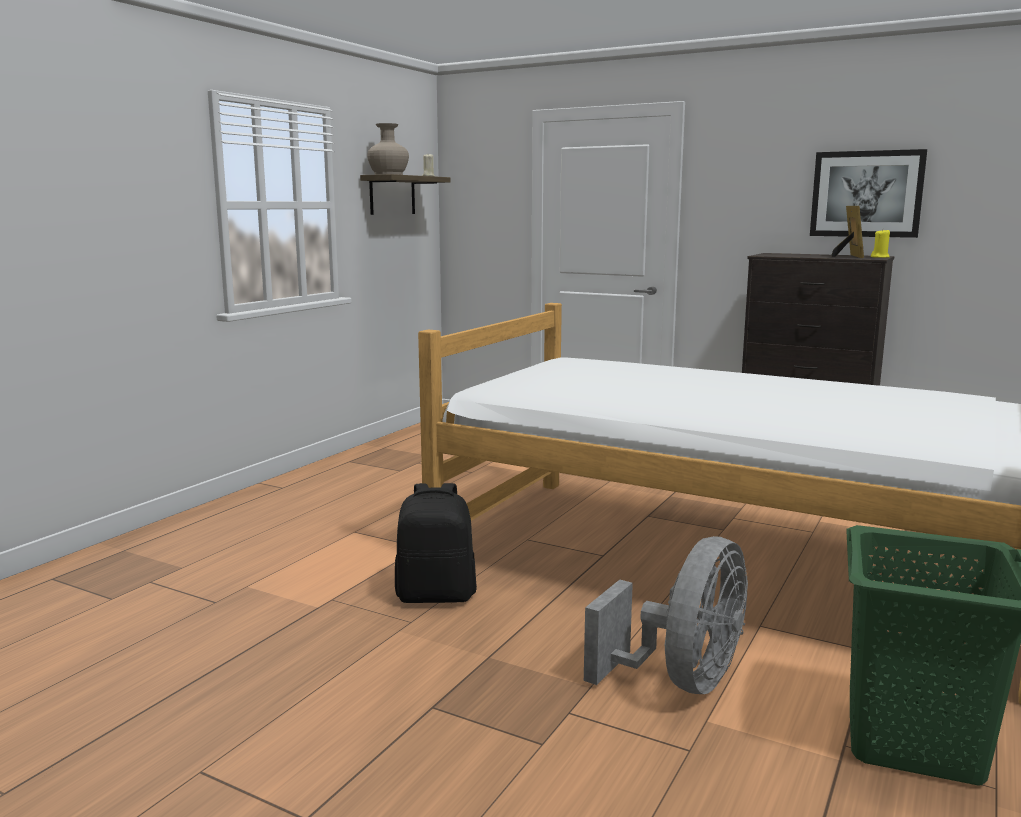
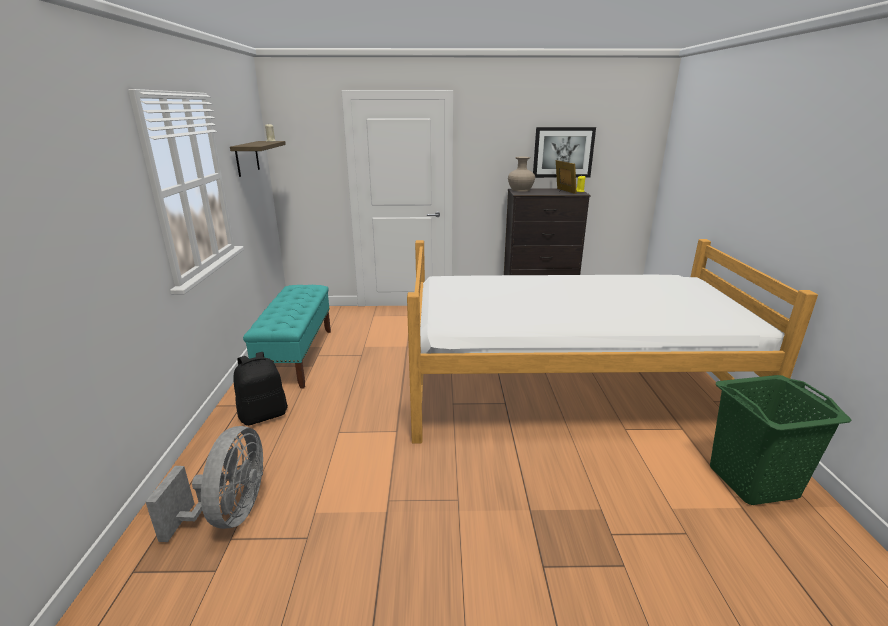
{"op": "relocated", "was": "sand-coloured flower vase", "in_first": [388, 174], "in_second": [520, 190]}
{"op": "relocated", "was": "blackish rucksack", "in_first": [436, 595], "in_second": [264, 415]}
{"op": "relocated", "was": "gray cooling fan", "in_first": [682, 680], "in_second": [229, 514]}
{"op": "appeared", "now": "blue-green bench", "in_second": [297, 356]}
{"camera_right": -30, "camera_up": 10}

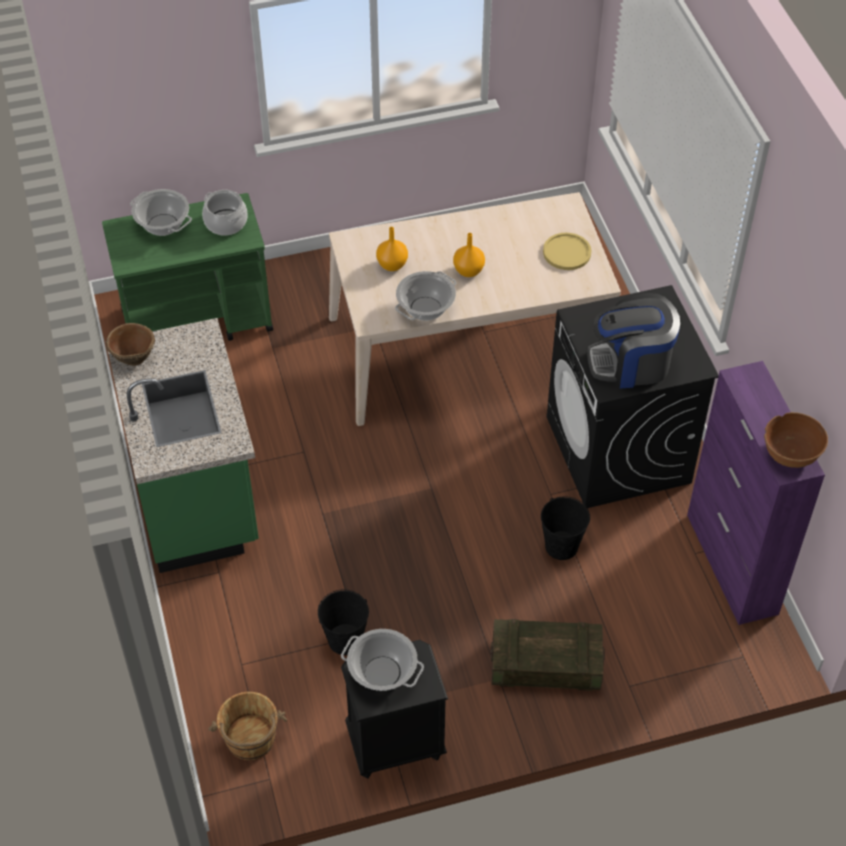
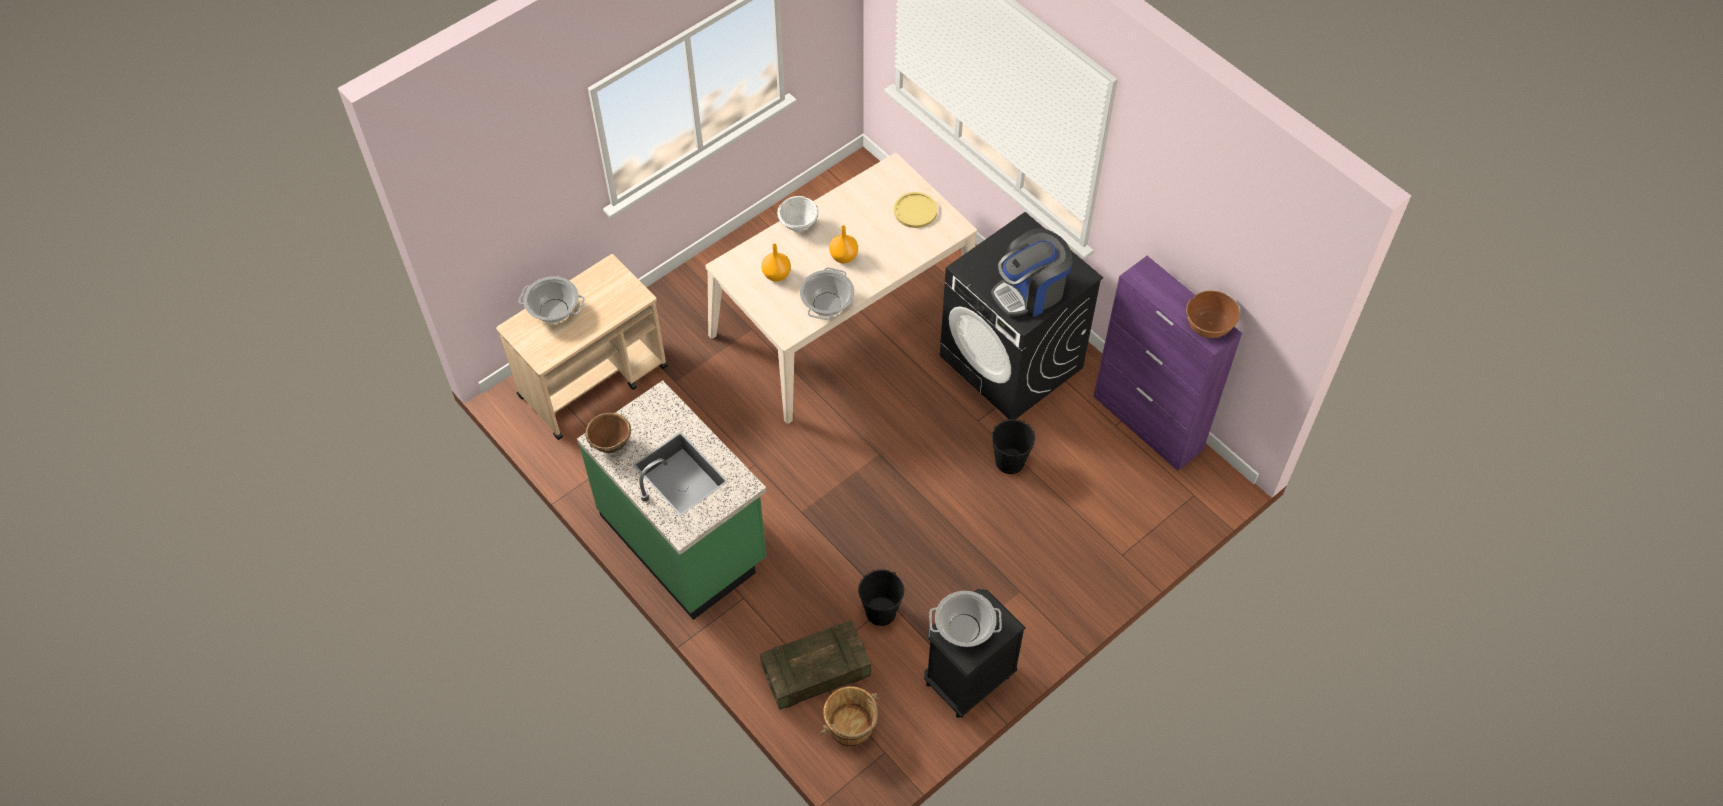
{"op": "colour", "was": "green-coloured trolley", "now": "sand-coloured trolley", "in_first": [198, 320], "in_second": [594, 381]}
{"op": "missing", "was": "cooking pot", "in_first": [226, 222]}
{"op": "relocated", "was": "packing crate", "in_first": [545, 664], "in_second": [816, 672]}
{"op": "appeared", "now": "whitish deep dish", "in_second": [798, 225]}
{"camera_right": -25, "camera_up": 5}

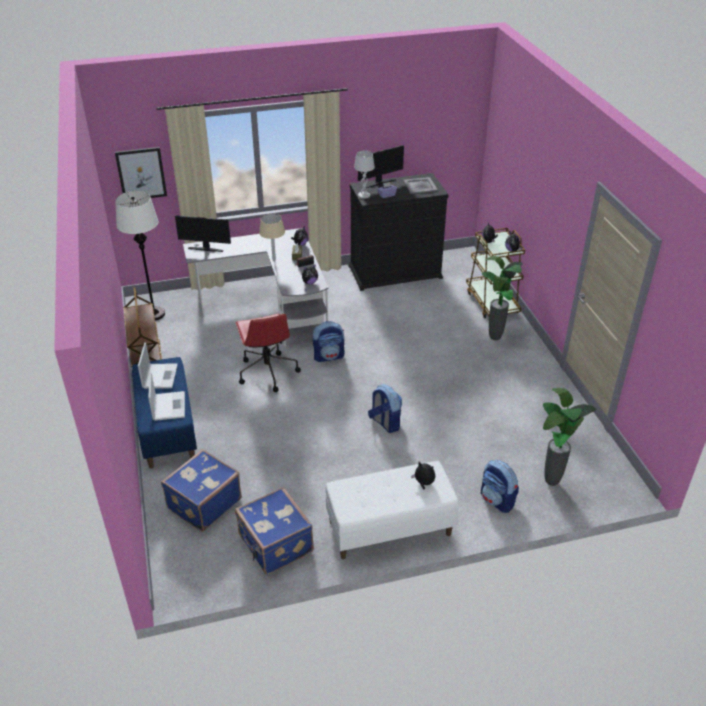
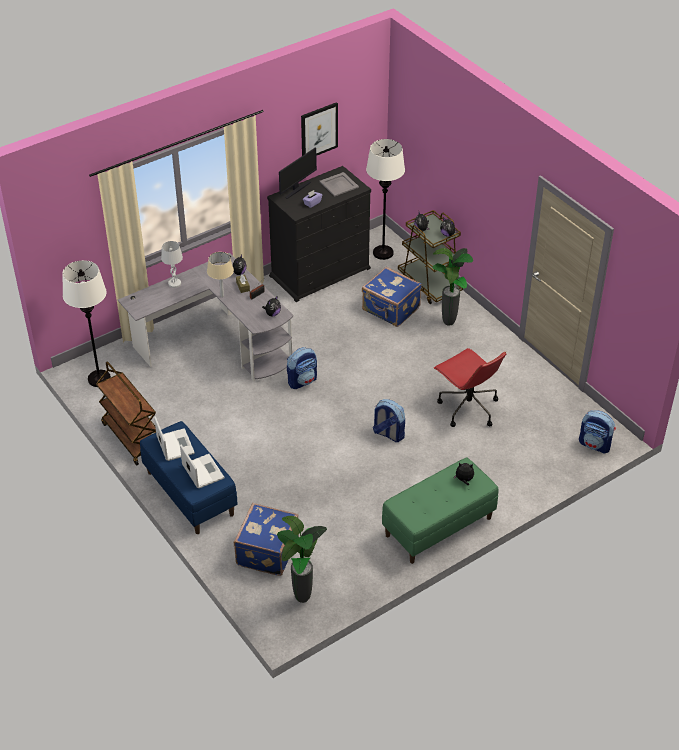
{"op": "relocated", "was": "wall picture", "in_first": [141, 173], "in_second": [319, 131]}
{"op": "missing", "was": "computer display", "in_first": [206, 249]}
{"op": "relocated", "was": "red-coloured computer chair", "in_first": [267, 372], "in_second": [467, 408]}
{"op": "relocated", "was": "blue suitcase", "in_first": [275, 545], "in_second": [390, 310]}
{"op": "colour", "was": "whitish bench", "now": "green-coloured bench", "in_first": [389, 528], "in_second": [438, 527]}
{"op": "relocated", "was": "whitish lamp for a table", "in_first": [364, 195], "in_second": [174, 283]}
{"op": "relocated", "was": "rucksack", "in_first": [497, 500], "in_second": [595, 444]}
{"op": "relocated", "was": "potted plant", "in_first": [551, 483], "in_second": [302, 600]}
{"op": "appeared", "now": "whitish standing lamp", "in_second": [383, 253]}
{"camera_right": -20, "camera_up": 5}

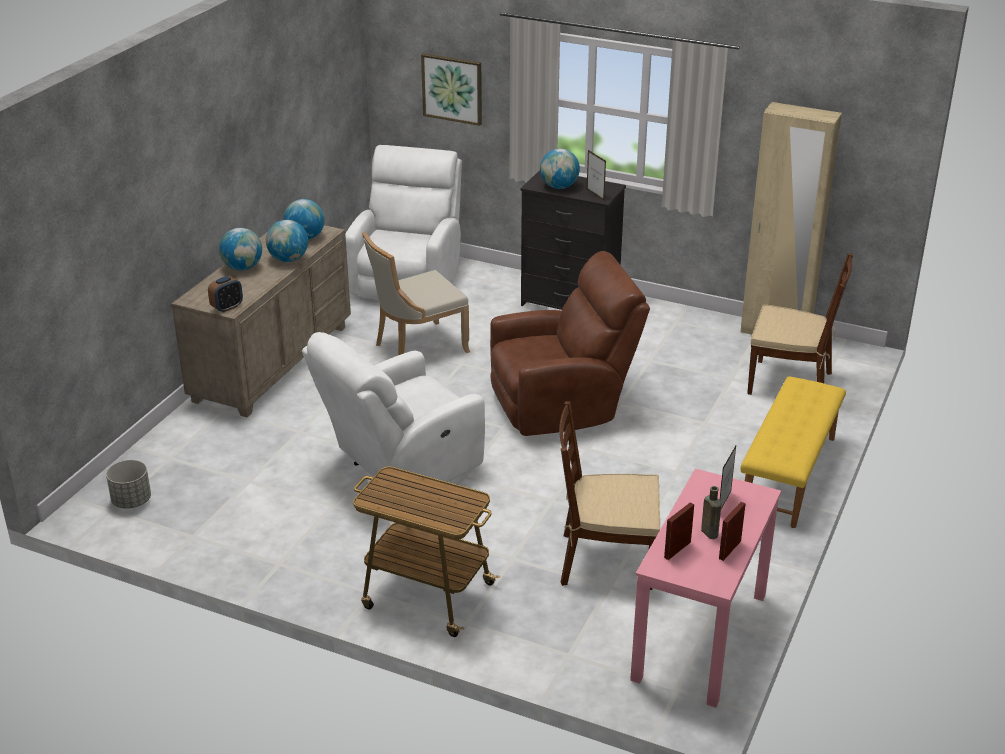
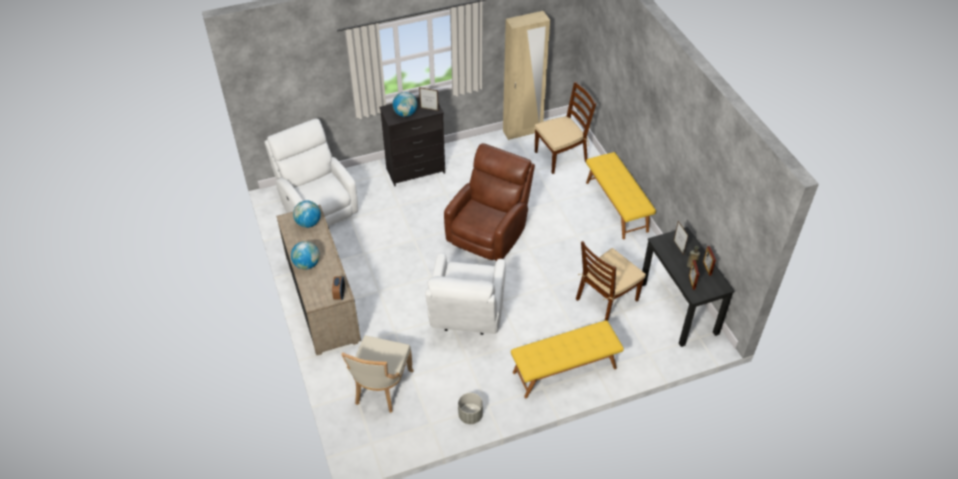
{"op": "relocated", "was": "gray plant pot", "in_first": [132, 501], "in_second": [470, 415]}
{"op": "missing", "was": "desk globe", "in_first": [288, 259]}
{"op": "exchanged", "was": "trolley", "now": "yellowish bench", "in_first": [426, 595], "in_second": [565, 370]}
{"op": "relocated", "was": "sand-coloured chair", "in_first": [417, 347], "in_second": [381, 388]}
{"op": "missing", "was": "wall picture", "in_first": [452, 88]}
{"op": "colour", "was": "pinkish desk", "now": "blackish desk", "in_first": [700, 637], "in_second": [678, 308]}
{"camera_right": -45, "camera_up": 15}

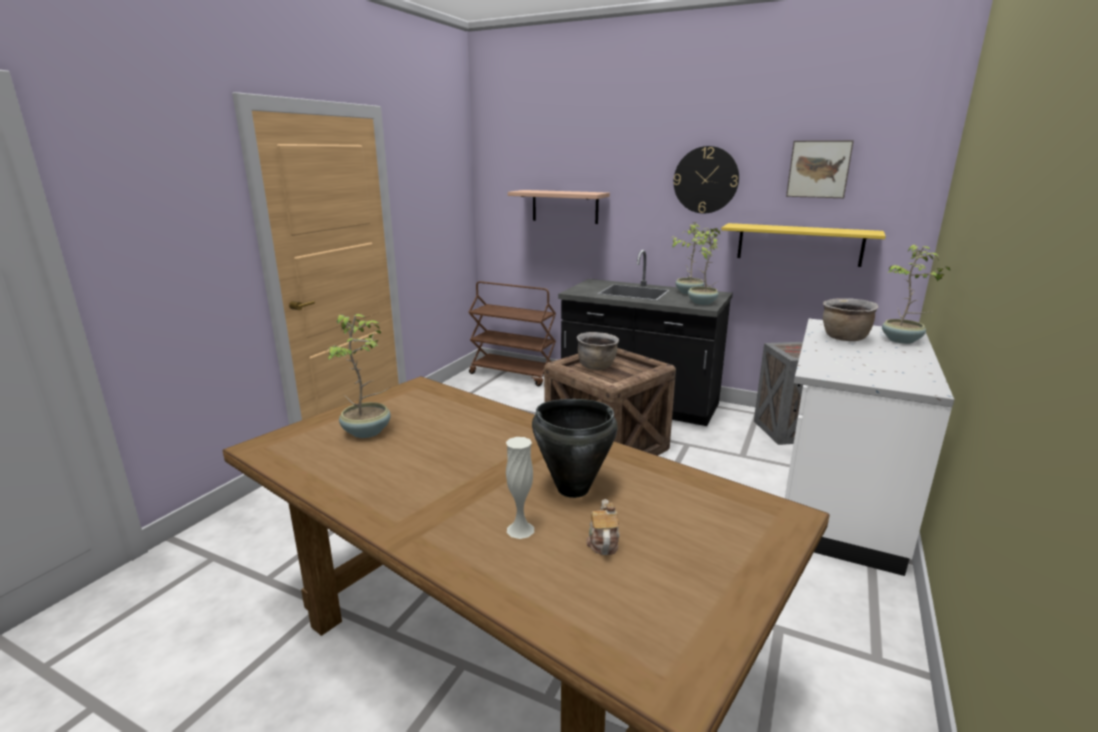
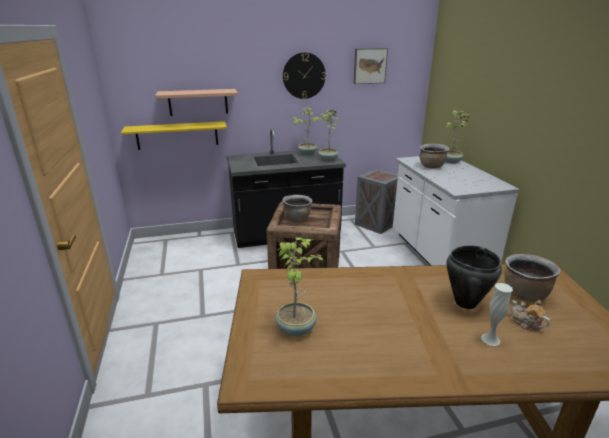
{"op": "missing", "was": "brown trolley", "in_first": [513, 374]}
{"op": "relocated", "was": "yellowish bracket shelf", "in_first": [799, 244], "in_second": [177, 135]}
{"op": "appeared", "now": "brown cooking pot", "in_second": [524, 294]}
{"camera_right": -40, "camera_up": 5}

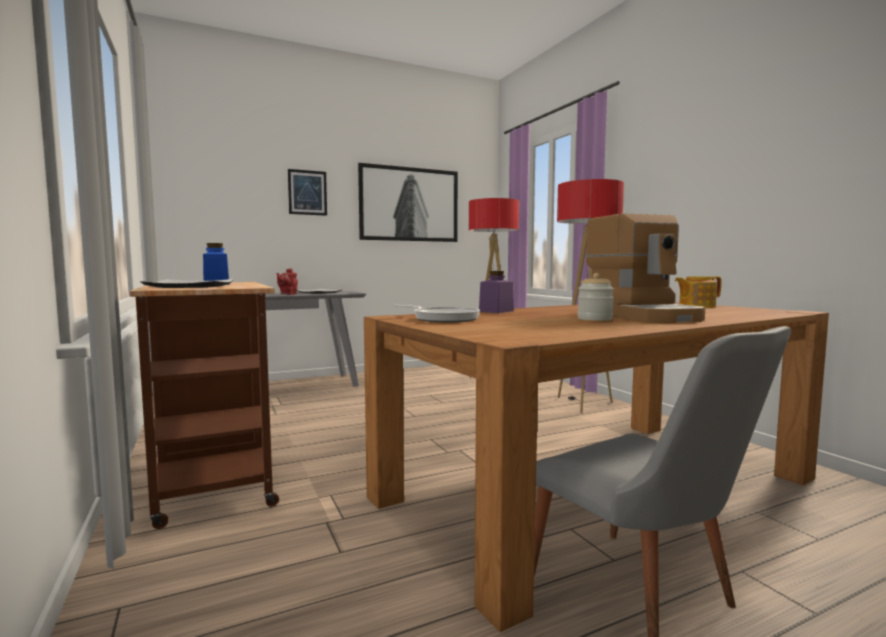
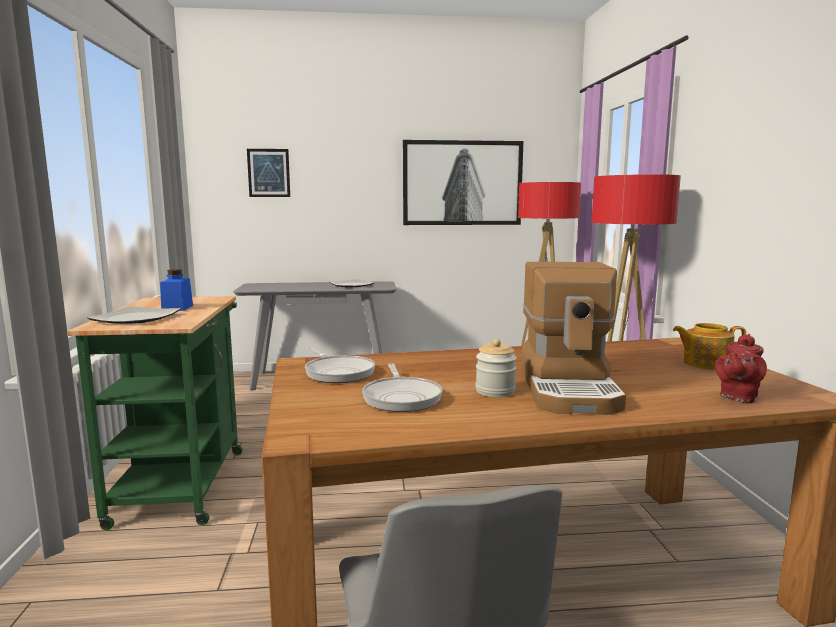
{"op": "colour", "was": "brown trolley", "now": "green-coloured trolley", "in_first": [214, 476], "in_second": [182, 481]}
{"op": "relocated", "was": "red-coloured teapot", "in_first": [287, 294], "in_second": [737, 397]}
{"op": "relocated", "was": "wall picture", "in_first": [307, 192], "in_second": [268, 173]}
{"op": "missing", "was": "purple preserve jar", "in_first": [496, 311]}
{"op": "appeared", "now": "skillet", "in_second": [402, 397]}
{"camera_right": 20, "camera_up": 5}

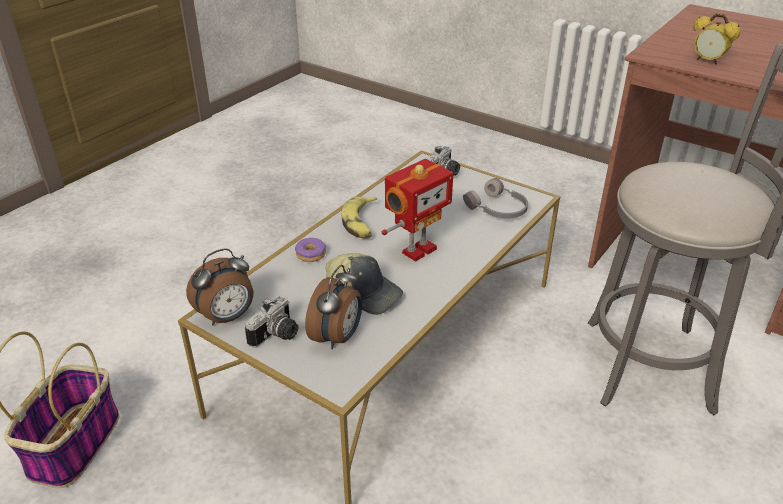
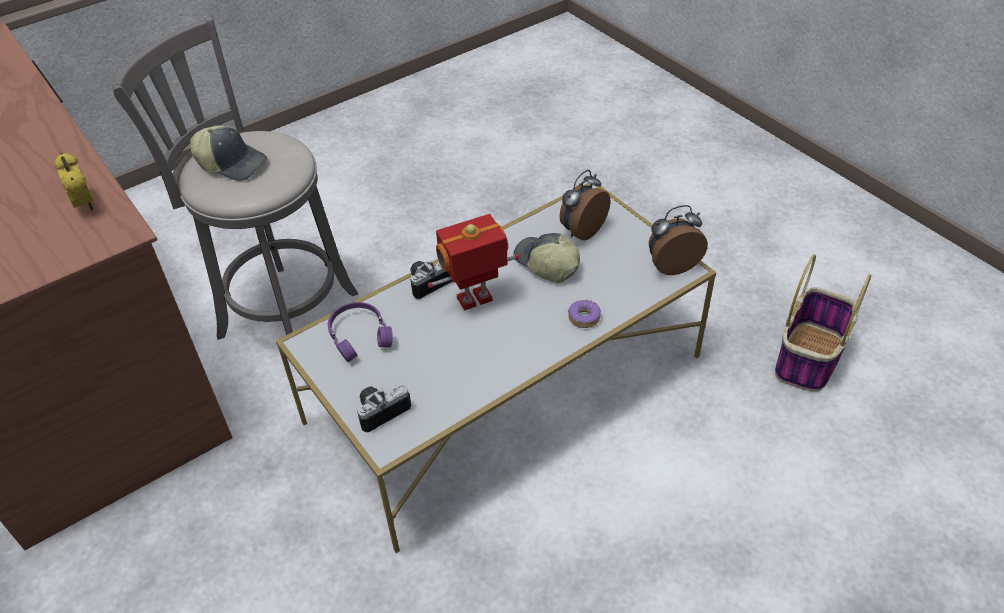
{"op": "relocated", "was": "photo camera", "in_first": [277, 336], "in_second": [429, 282]}
{"op": "missing", "was": "banana", "in_first": [361, 223]}
{"op": "colour", "was": "gray headset", "now": "purple headset", "in_first": [497, 209], "in_second": [360, 335]}
{"op": "appeared", "now": "baseball cap", "in_second": [232, 163]}
{"camera_right": -160, "camera_up": 10}

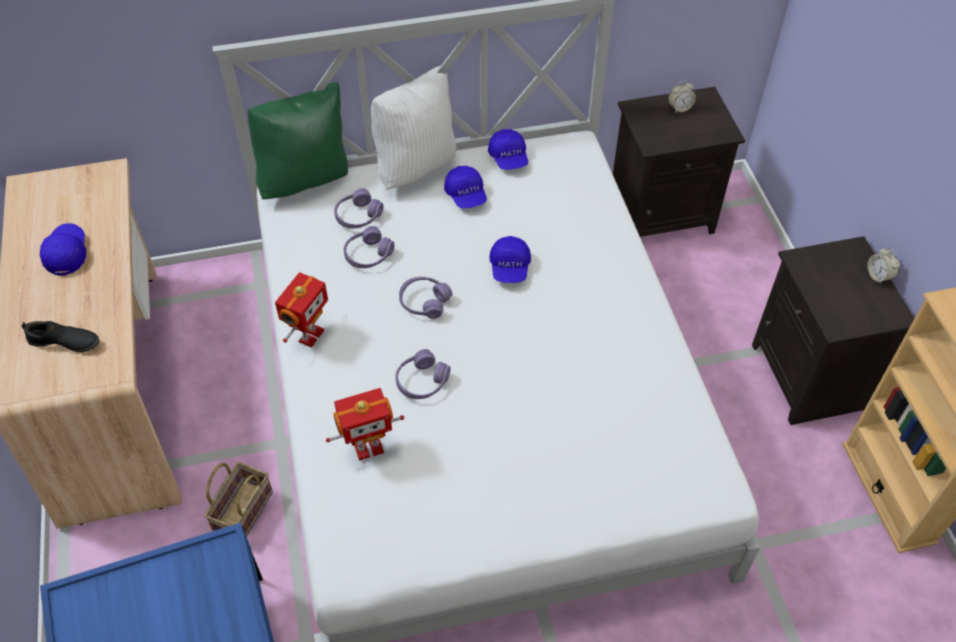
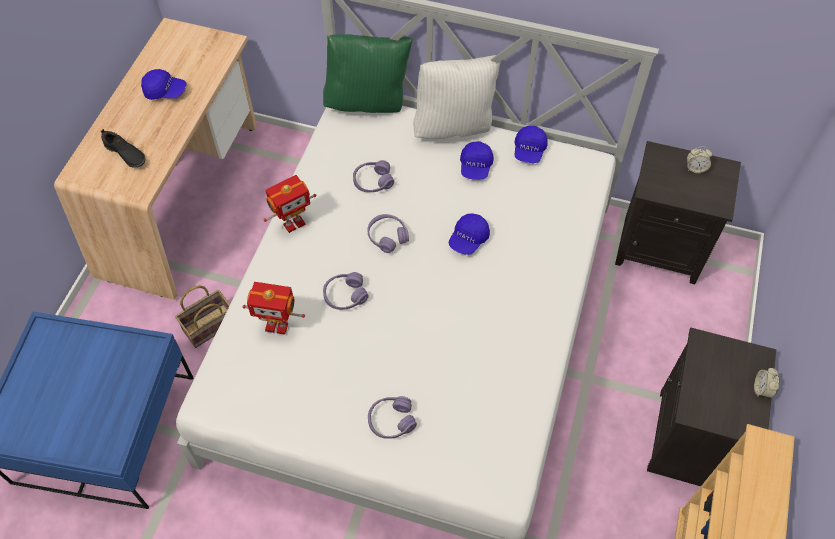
{"op": "spun", "was": "blue baseball cap", "in_first": [67, 254], "in_second": [165, 91], "clockwise": 75}
{"op": "relocated", "was": "purple headset", "in_first": [358, 216], "in_second": [391, 421]}
{"camera_right": 30, "camera_up": 5}

